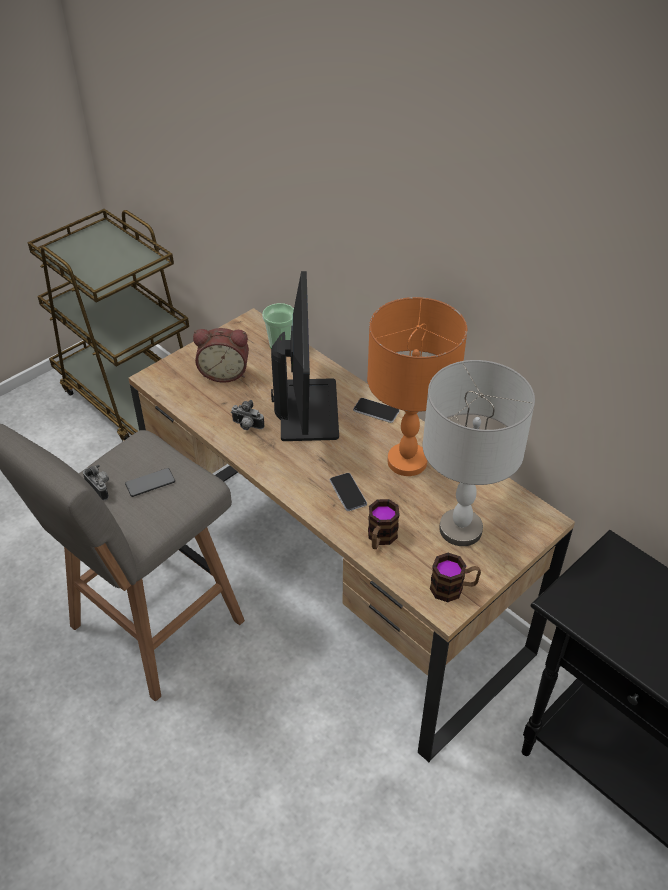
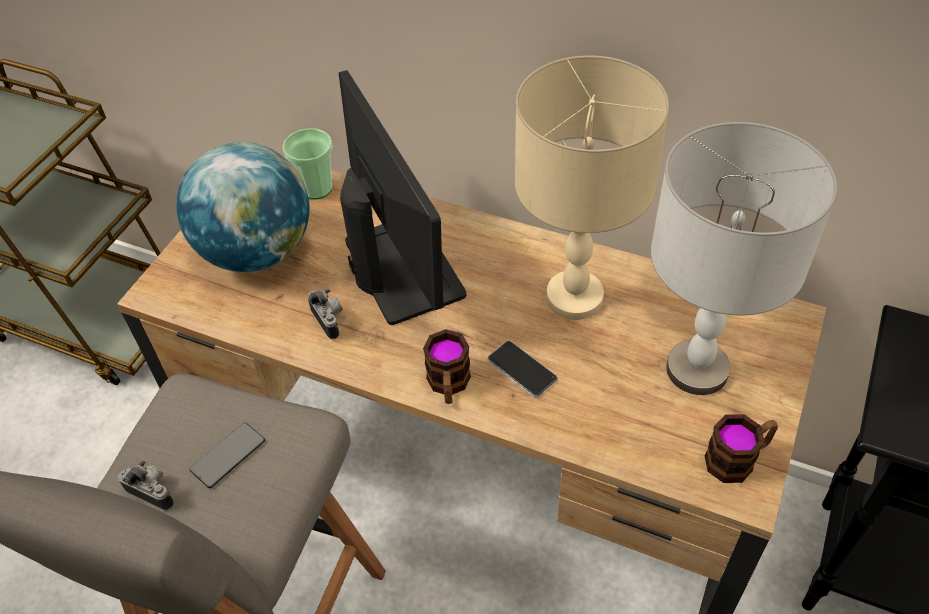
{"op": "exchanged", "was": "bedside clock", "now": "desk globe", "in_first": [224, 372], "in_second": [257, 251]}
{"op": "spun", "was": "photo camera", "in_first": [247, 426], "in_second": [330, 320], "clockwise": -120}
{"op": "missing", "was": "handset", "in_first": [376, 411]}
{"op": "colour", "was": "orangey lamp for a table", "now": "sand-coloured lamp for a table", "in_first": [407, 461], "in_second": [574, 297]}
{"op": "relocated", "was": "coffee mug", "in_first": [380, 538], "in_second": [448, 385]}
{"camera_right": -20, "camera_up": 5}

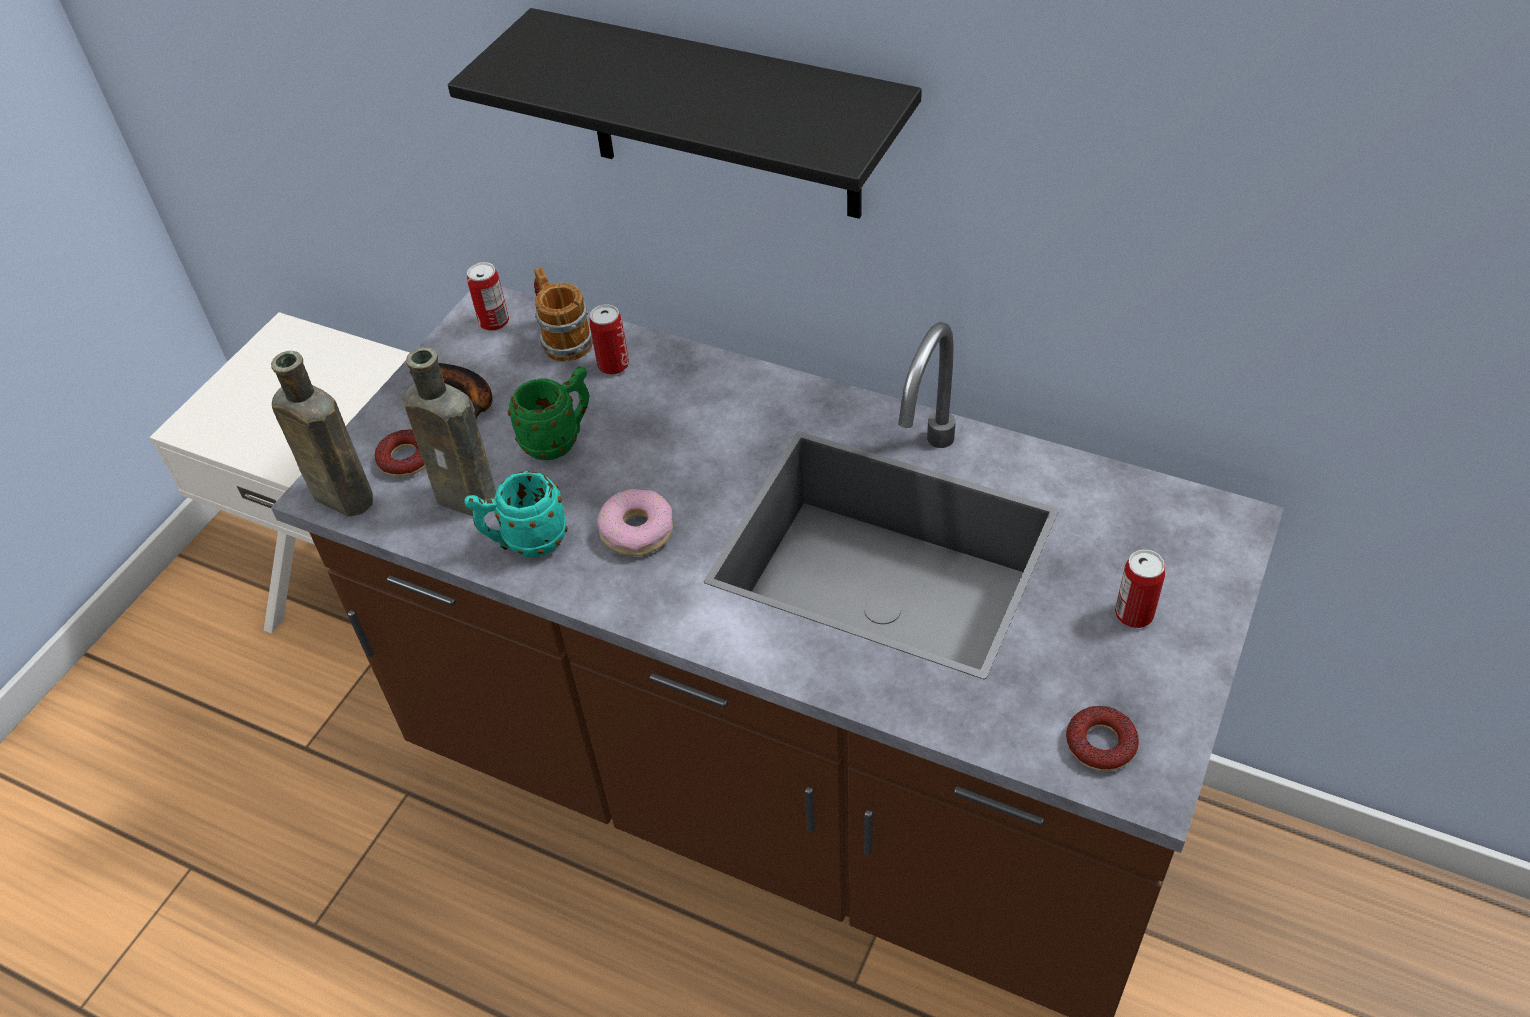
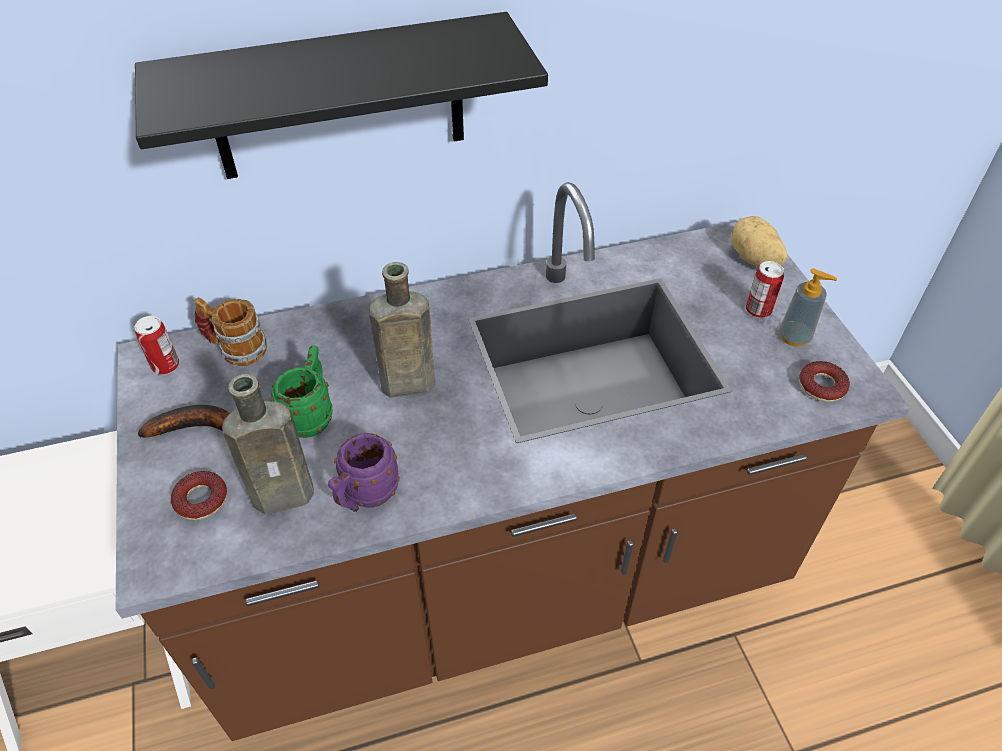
{"op": "relocated", "was": "brown beverage bottle", "in_first": [339, 495], "in_second": [404, 385]}
{"op": "colour", "was": "blue-green coffee mug", "now": "purple coffee mug", "in_first": [525, 542], "in_second": [365, 496]}
{"op": "missing", "was": "metal can", "in_first": [613, 365]}
{"op": "missing", "was": "donut", "in_first": [636, 531]}
{"op": "appeared", "now": "potato", "in_second": [753, 259]}
{"op": "appeared", "now": "soap bottle", "in_second": [794, 337]}
{"camera_right": -45, "camera_up": 0}

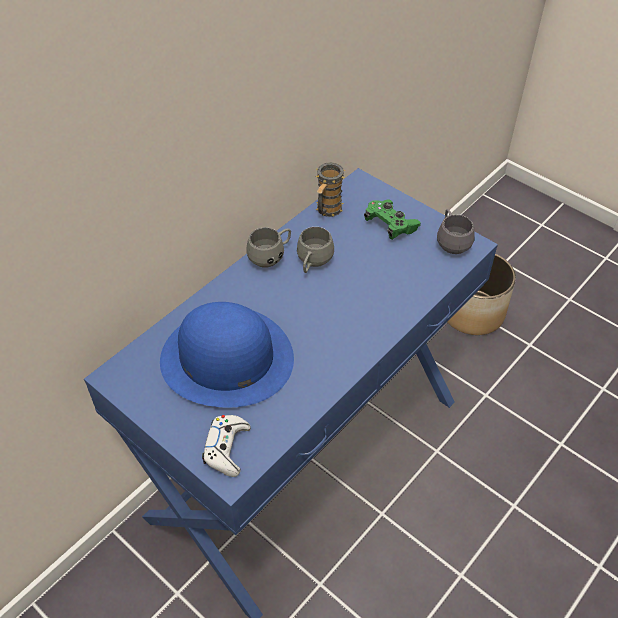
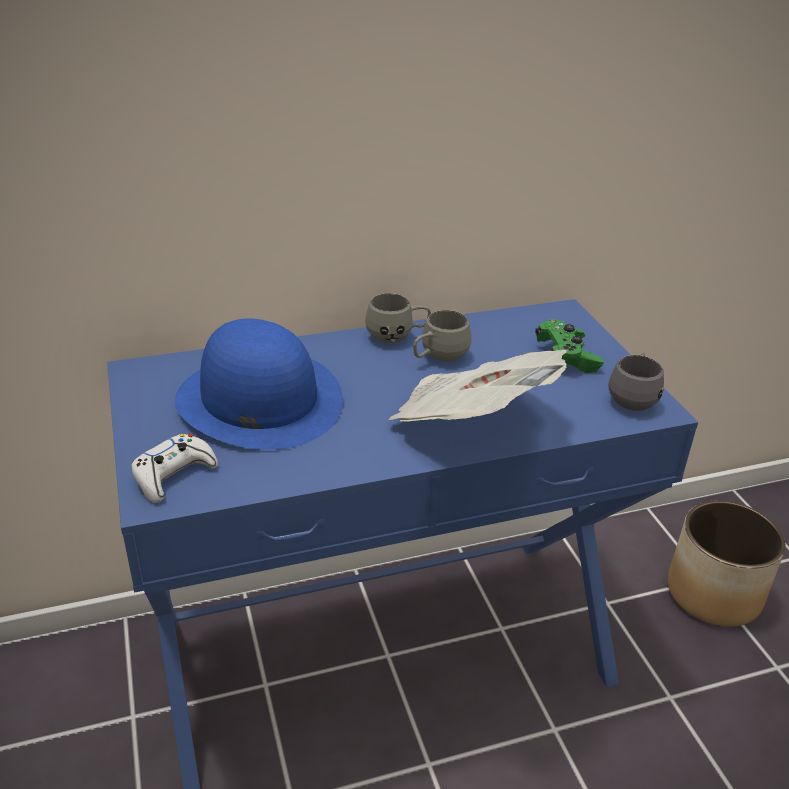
{"op": "missing", "was": "coffee mug", "in_first": [327, 211]}
{"op": "appeared", "now": "newspaper", "in_second": [471, 422]}
{"camera_right": 30, "camera_up": -15}

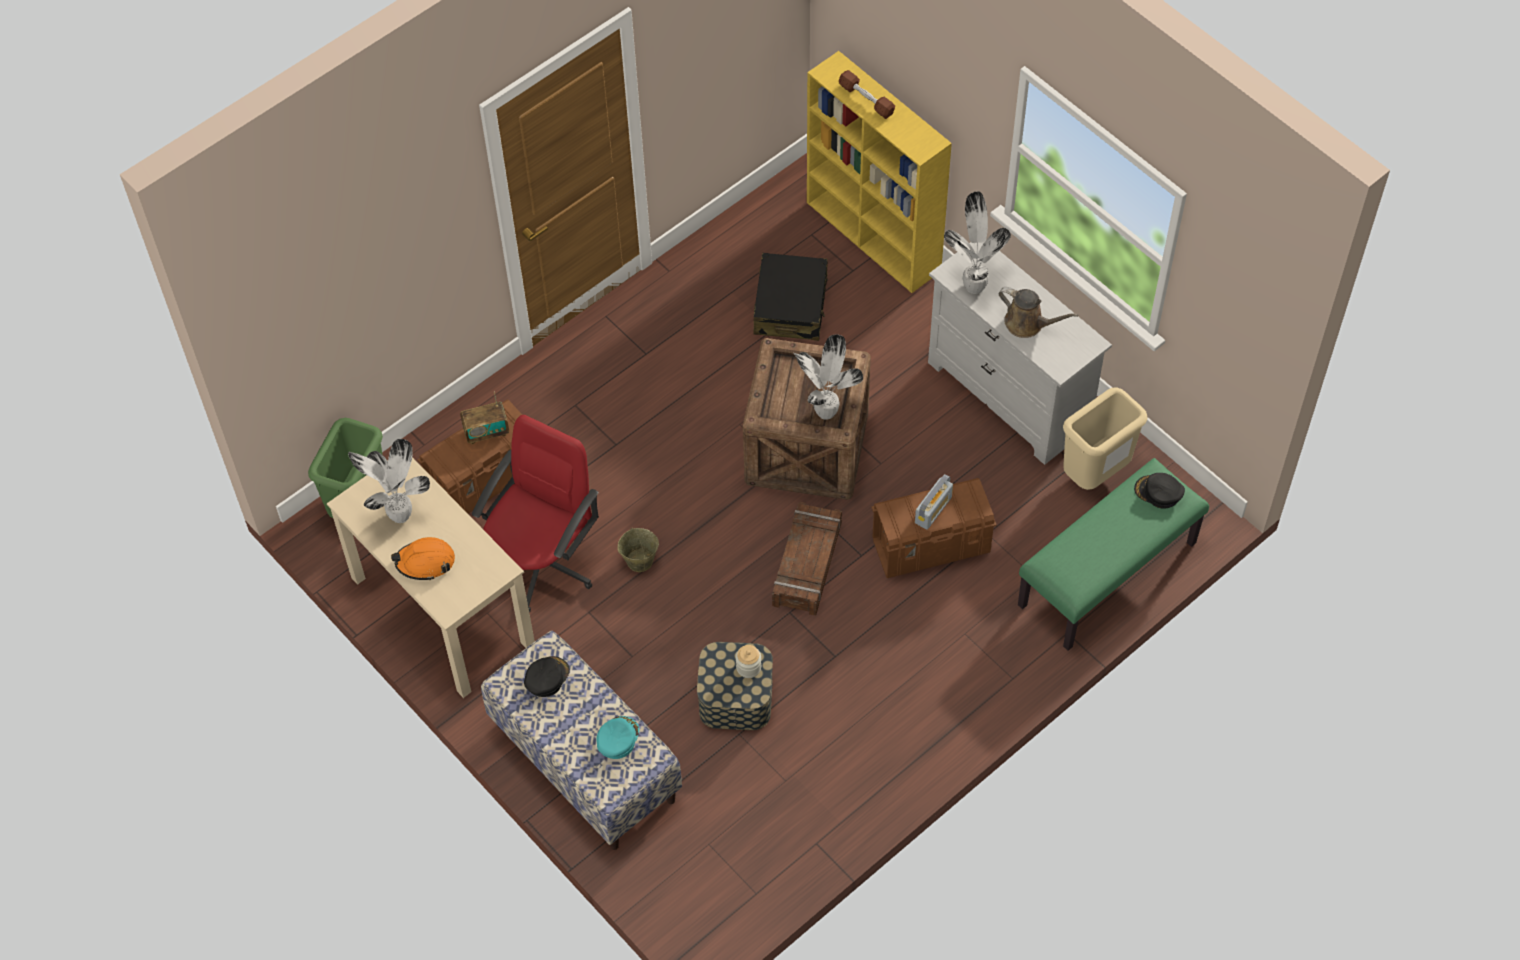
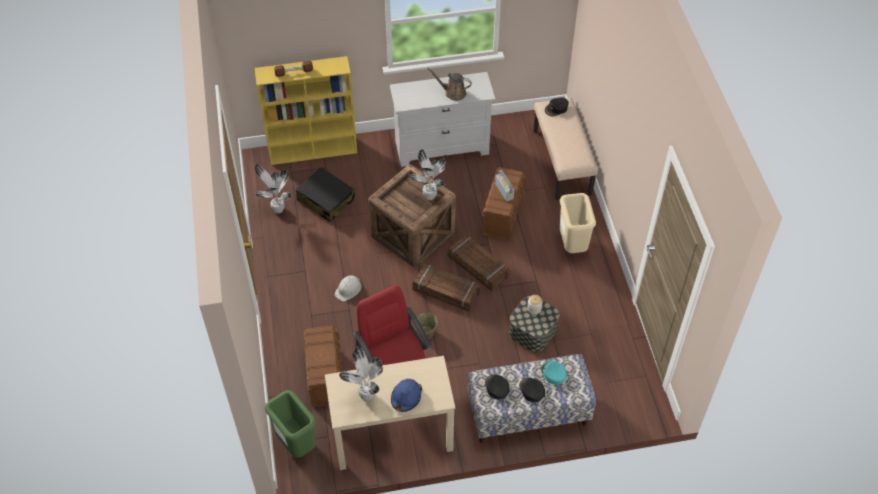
{"op": "colour", "was": "orangey work helmet", "now": "blue work helmet", "in_first": [425, 562], "in_second": [406, 397]}
{"op": "missing", "was": "radio receiver", "in_first": [486, 432]}
{"op": "relocated", "was": "potted plant", "in_first": [974, 285], "in_second": [277, 209]}
{"op": "spun", "was": "brown sprinkling can", "in_first": [1028, 324], "in_second": [453, 93], "clockwise": -135}
{"op": "colour", "was": "green-coloured bench", "now": "sand-coloured bench", "in_first": [1107, 575], "in_second": [562, 162]}
{"op": "relocated", "was": "sand-coloured rubbish bin", "in_first": [1095, 475], "in_second": [573, 245]}
{"op": "appeared", "now": "whitish work helmet", "in_second": [348, 289]}
{"op": "appeared", "now": "packing crate", "in_second": [446, 292]}
{"op": "appeared", "now": "blackish baseball cap", "in_second": [531, 390]}
{"camera_right": -60, "camera_up": -5}

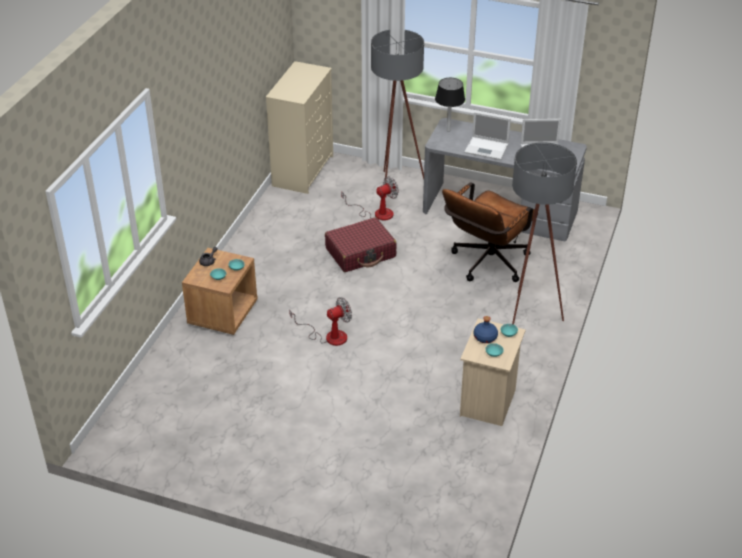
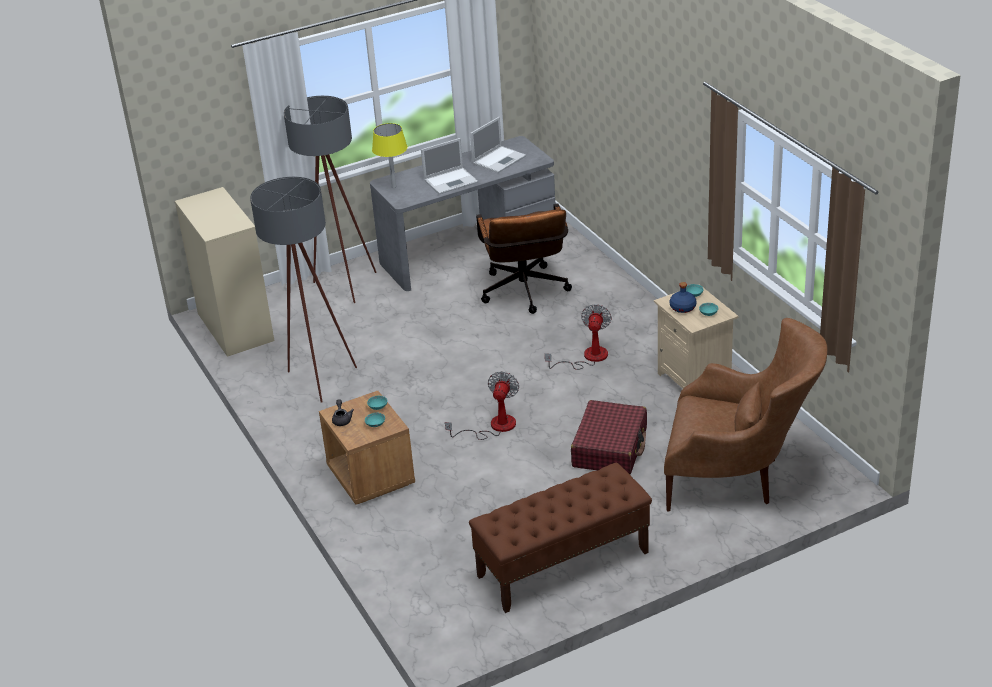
{"op": "relocated", "was": "red-coloured suitcase", "in_first": [361, 253], "in_second": [610, 448]}
{"op": "relocated", "was": "cooling fan", "in_first": [377, 213], "in_second": [587, 357]}
{"op": "colour", "was": "blackish lamp for a table", "now": "yellowish lamp for a table", "in_first": [448, 130], "in_second": [394, 187]}
{"op": "relocated", "was": "gray standing lamp", "in_first": [528, 309], "in_second": [315, 378]}
{"op": "appeared", "now": "brown bench", "in_second": [562, 564]}
{"op": "appeared", "now": "brown armchair", "in_second": [739, 478]}
{"camera_right": -45, "camera_up": -5}

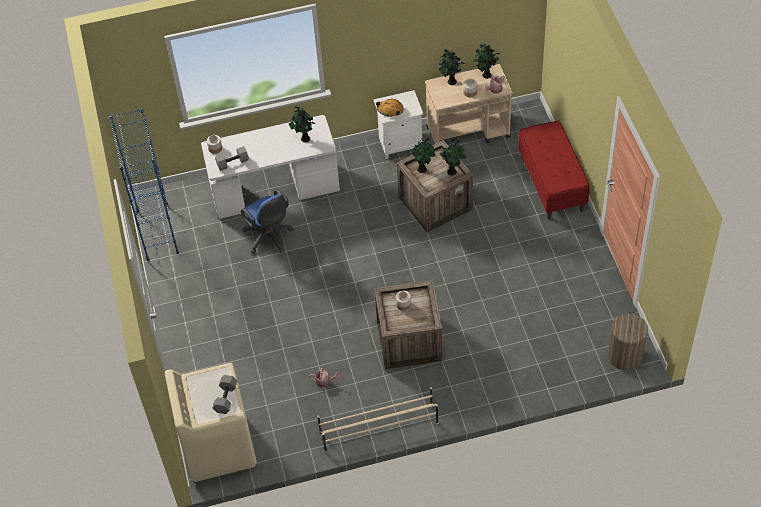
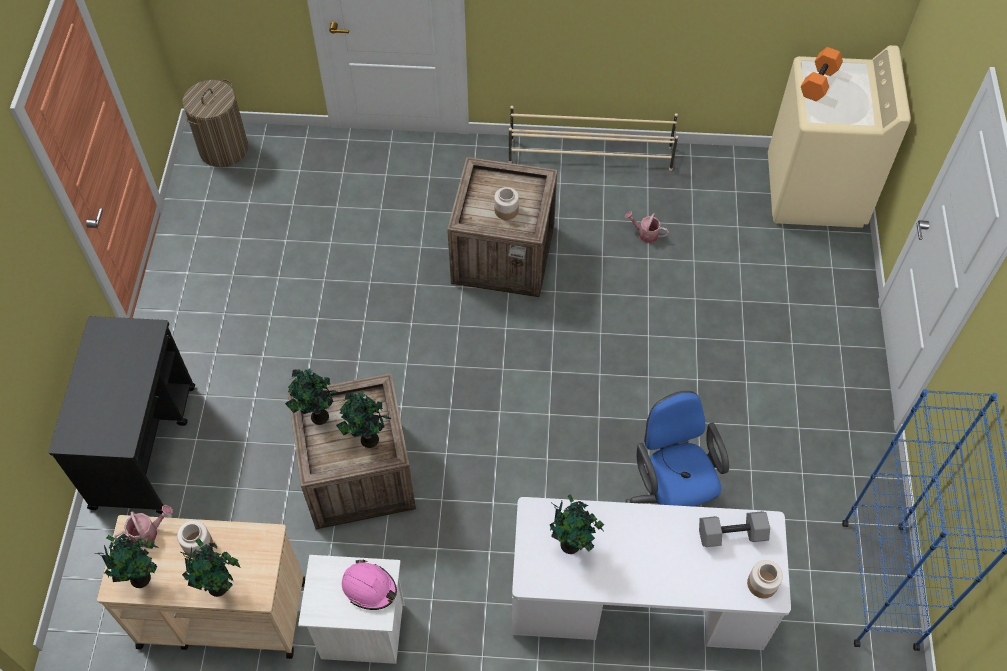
{"op": "colour", "was": "gray dumbbell", "now": "orangey dumbbell", "in_first": [225, 398], "in_second": [819, 83]}
{"op": "colour", "was": "orangey work helmet", "now": "pinkish work helmet", "in_first": [390, 110], "in_second": [369, 588]}
{"op": "exchanged", "was": "red-coloured bench", "now": "blackish trolley", "in_first": [552, 184], "in_second": [144, 445]}
{"camera_right": -165, "camera_up": 5}

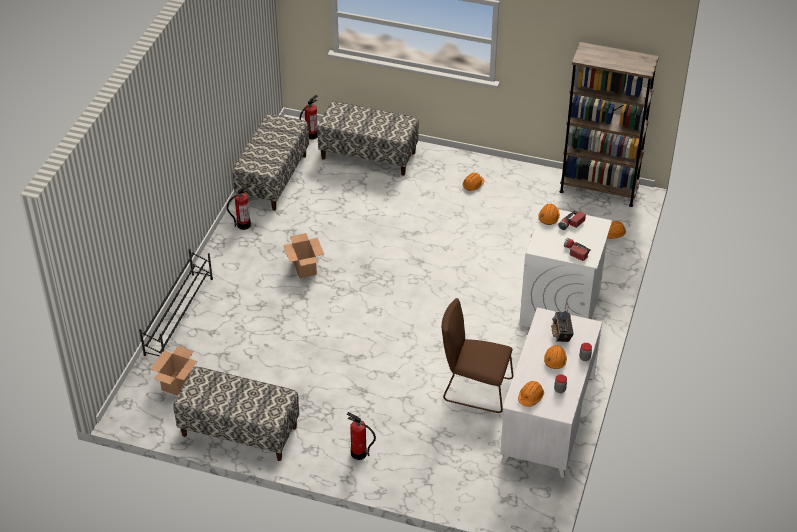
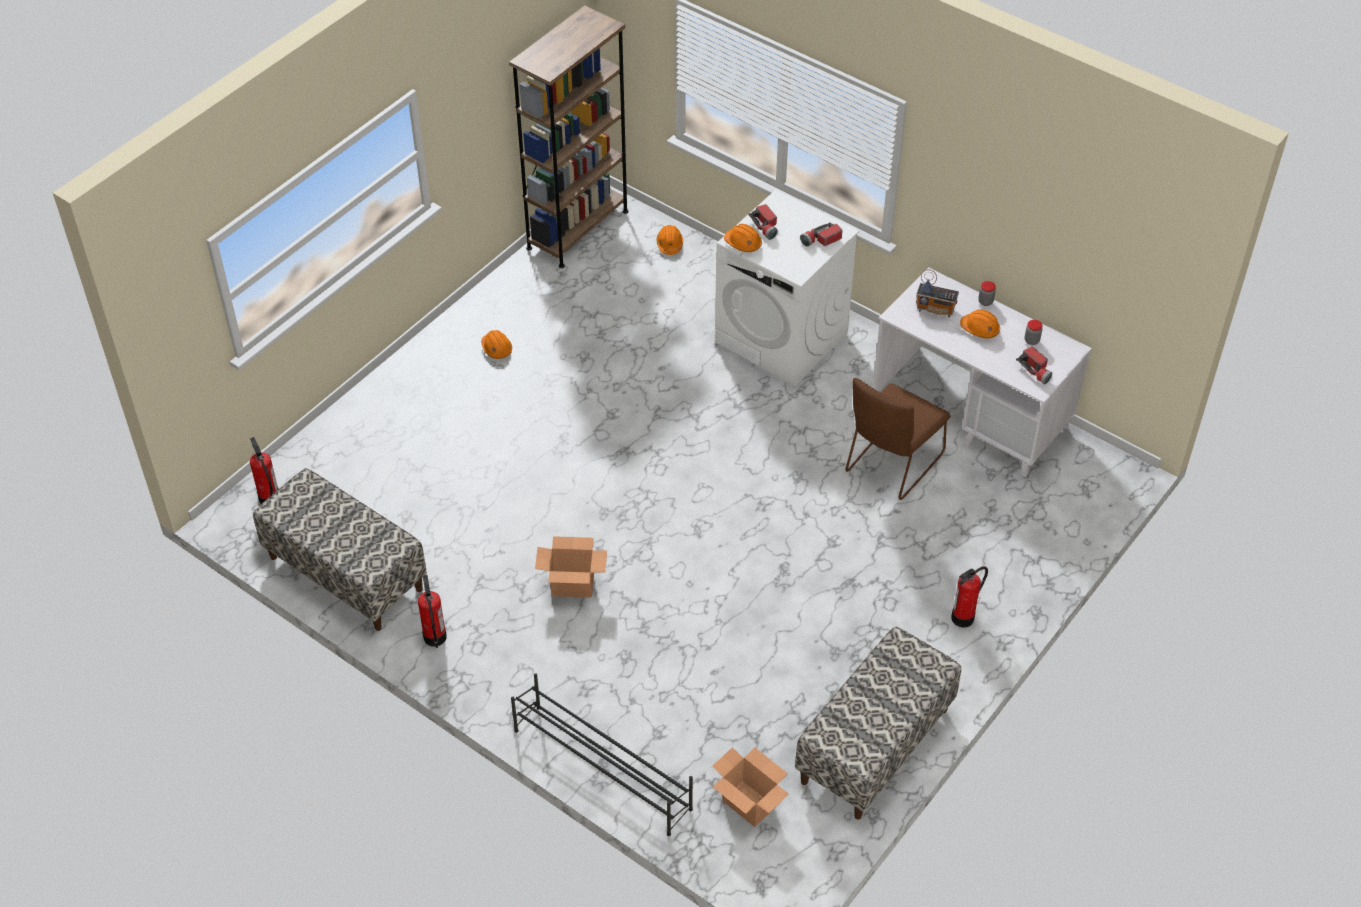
{"op": "missing", "was": "bench", "in_first": [368, 155]}
{"op": "exchanged", "was": "orangey work helmet", "now": "torch", "in_first": [530, 397], "in_second": [1035, 370]}
{"camera_right": -70, "camera_up": 5}

